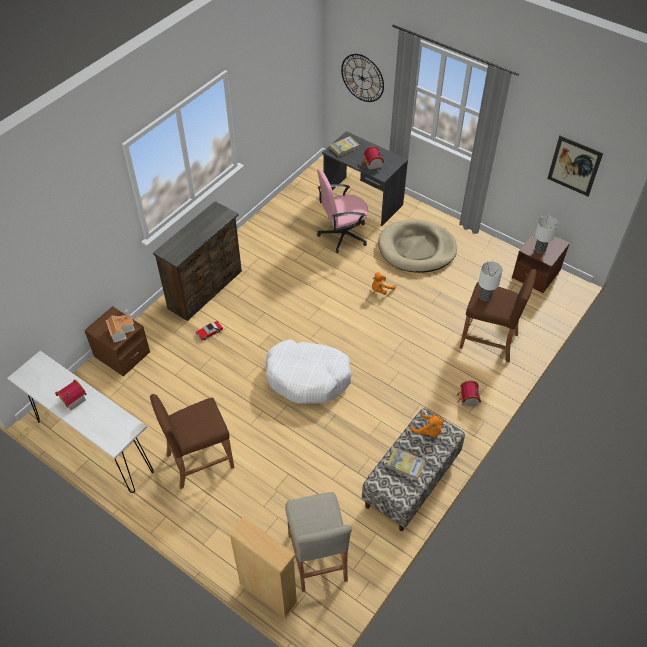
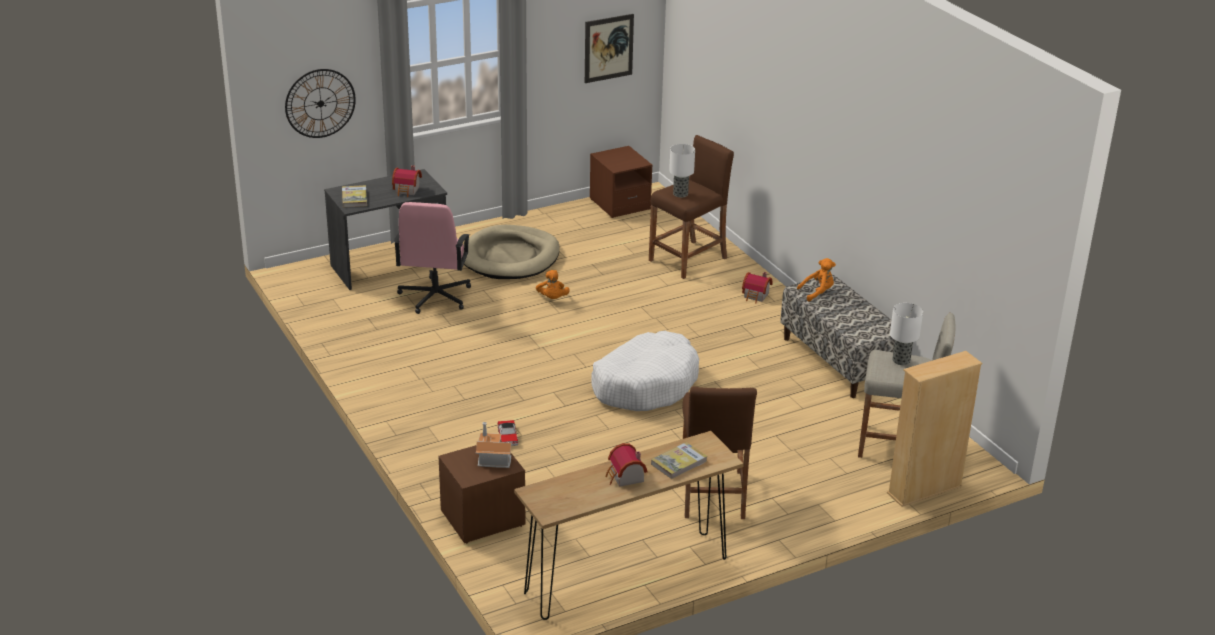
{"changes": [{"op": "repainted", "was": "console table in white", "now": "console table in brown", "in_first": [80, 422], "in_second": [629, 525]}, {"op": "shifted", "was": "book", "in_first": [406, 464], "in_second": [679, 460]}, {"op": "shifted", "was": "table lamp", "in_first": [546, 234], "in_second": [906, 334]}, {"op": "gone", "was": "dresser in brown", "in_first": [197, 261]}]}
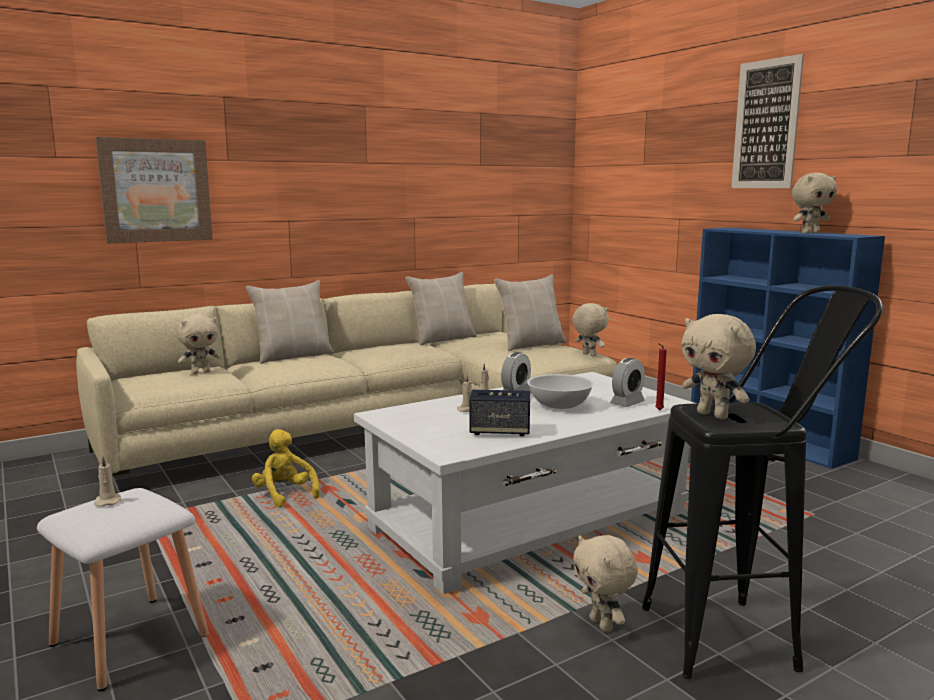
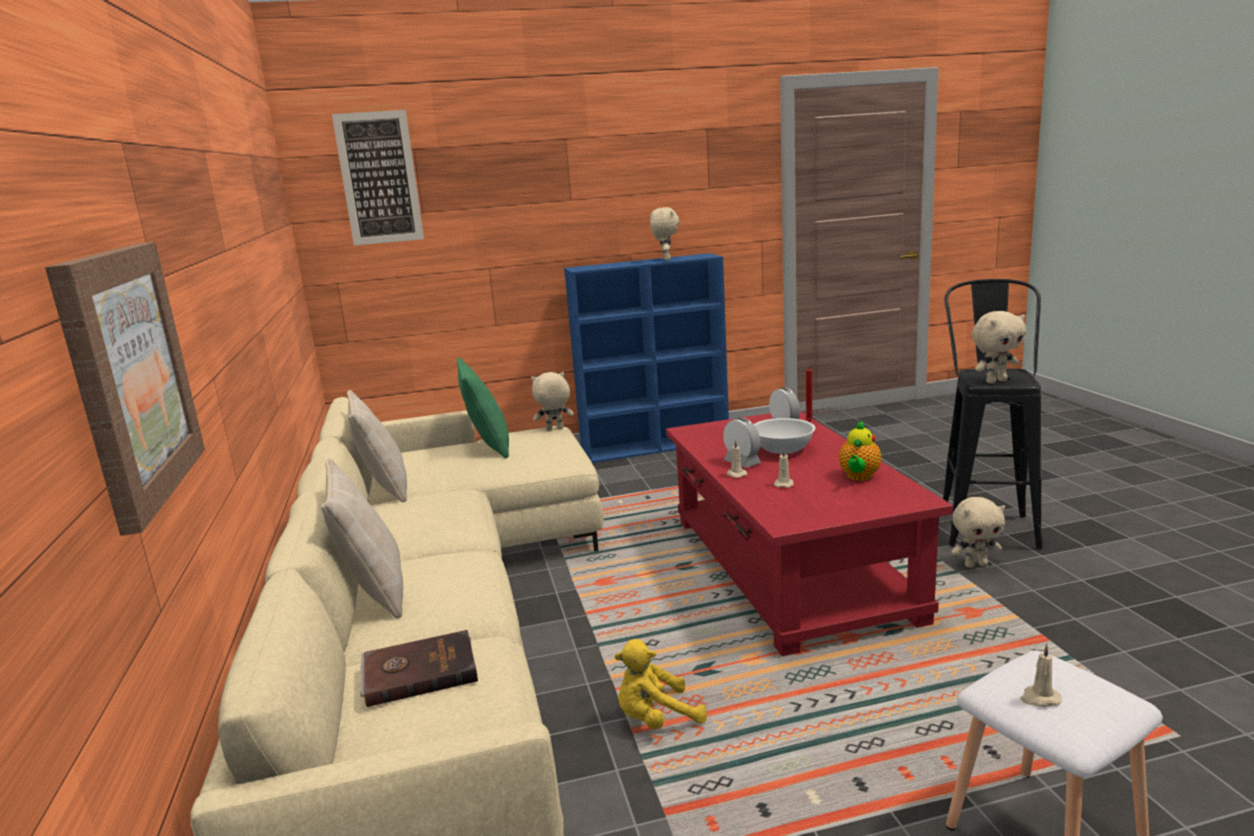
{"changes": [{"op": "shifted", "was": "picture", "in_first": [767, 121], "in_second": [378, 178]}, {"op": "swapped", "was": "plush toy in beige", "now": "book in brown", "in_first": [199, 344], "in_second": [419, 668]}, {"op": "repainted", "was": "pillow in beige", "now": "pillow in green", "in_first": [530, 312], "in_second": [483, 408]}, {"op": "repainted", "was": "coffee table in white", "now": "coffee table in red", "in_first": [525, 483], "in_second": [809, 533]}, {"op": "swapped", "was": "speaker", "now": "teapot", "in_first": [499, 413], "in_second": [860, 451]}]}
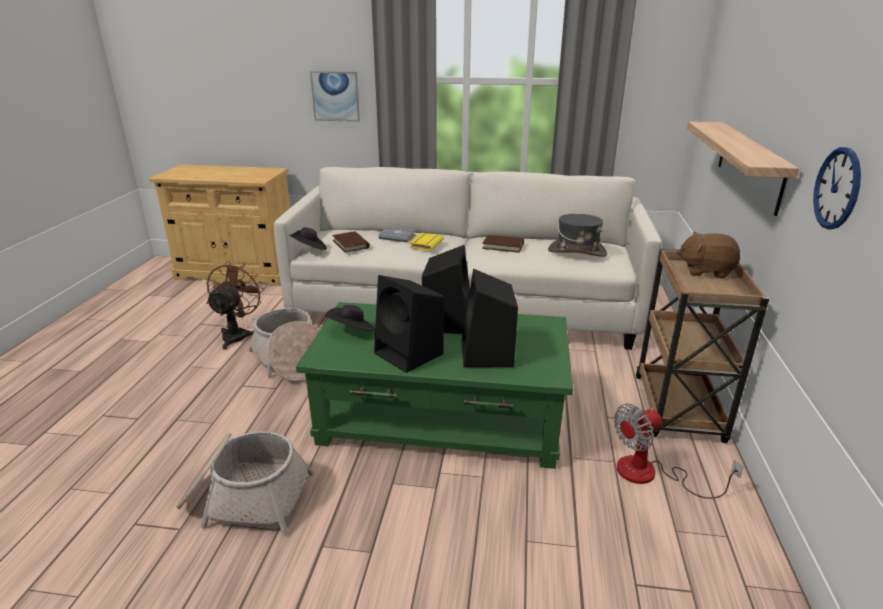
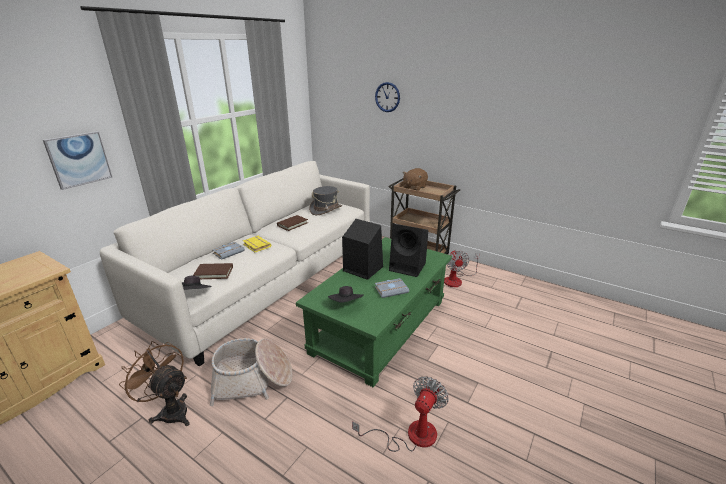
{"changes": [{"op": "swapped", "was": "basket", "now": "fan", "in_first": [245, 483], "in_second": [400, 414]}, {"op": "shifted", "was": "wall clock", "in_first": [837, 188], "in_second": [387, 97]}, {"op": "swapped", "was": "speaker in black", "now": "book in grey", "in_first": [409, 324], "in_second": [392, 288]}, {"op": "gone", "was": "shelf", "in_first": [743, 169]}]}
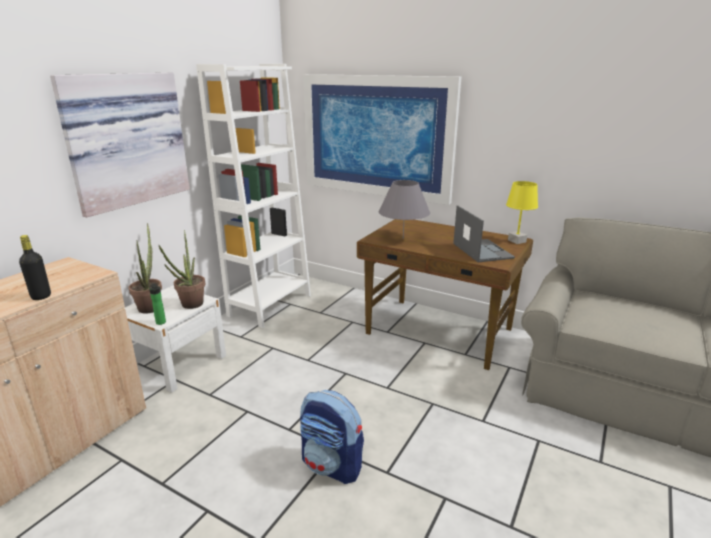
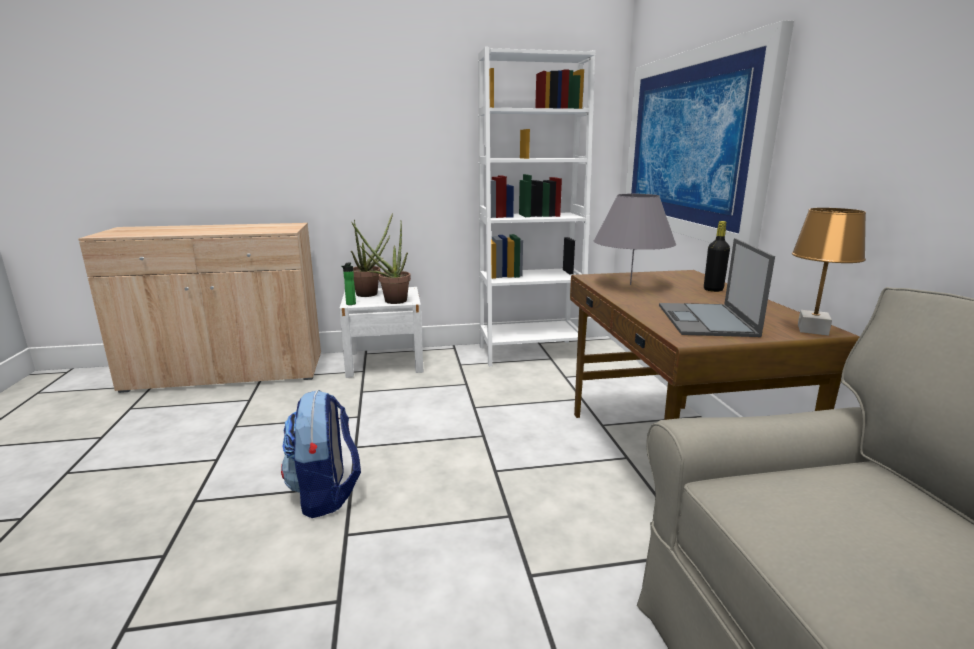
{"changes": [{"op": "rotated", "was": "laptop", "in_first": [484, 233], "in_second": [717, 287], "clockwise": 150}, {"op": "shifted", "was": "bottle in black", "in_first": [35, 267], "in_second": [717, 256]}, {"op": "repainted", "was": "table lamp in yellow", "now": "table lamp in brown", "in_first": [522, 212], "in_second": [829, 272]}, {"op": "gone", "was": "picture", "in_first": [120, 145]}]}
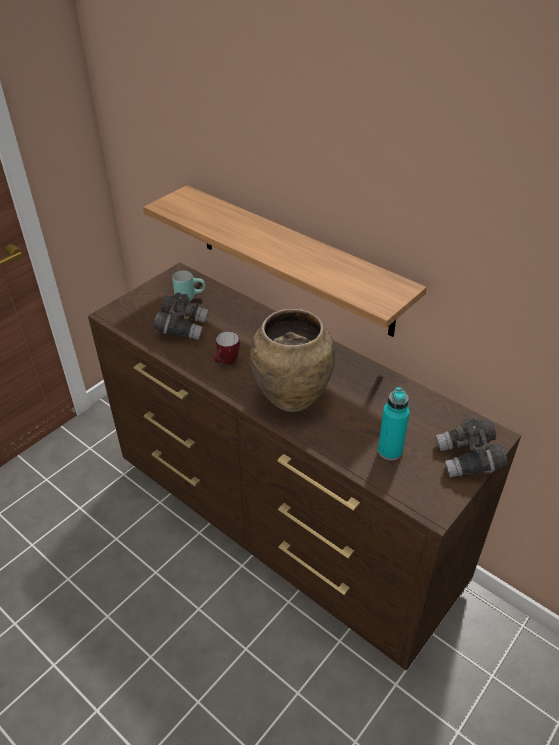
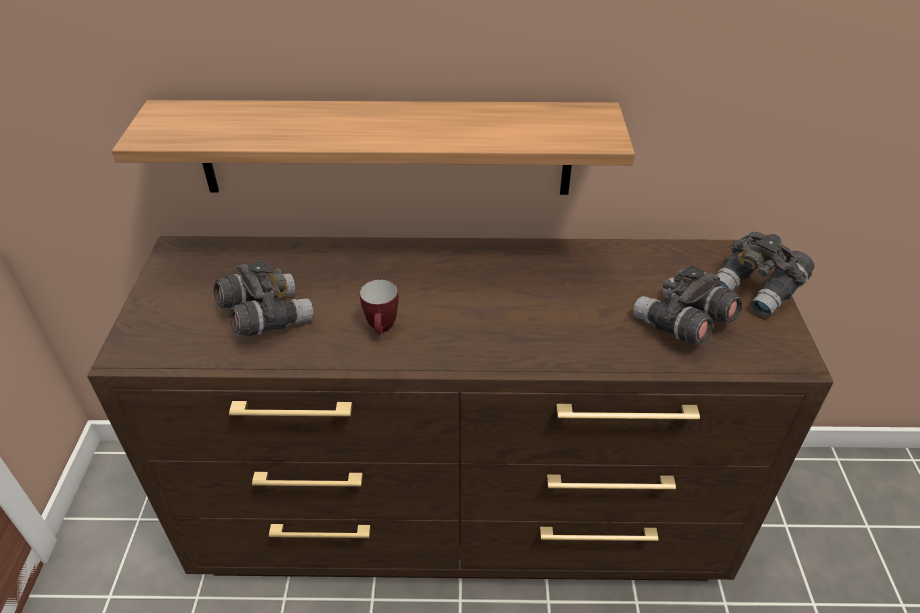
{"changes": [{"op": "swapped", "was": "bottle in turquoise", "now": "binoculars in grey", "in_first": [394, 424], "in_second": [687, 304]}, {"op": "gone", "was": "mug in turquoise", "in_first": [188, 285]}, {"op": "gone", "was": "vase in brown", "in_first": [292, 360]}]}
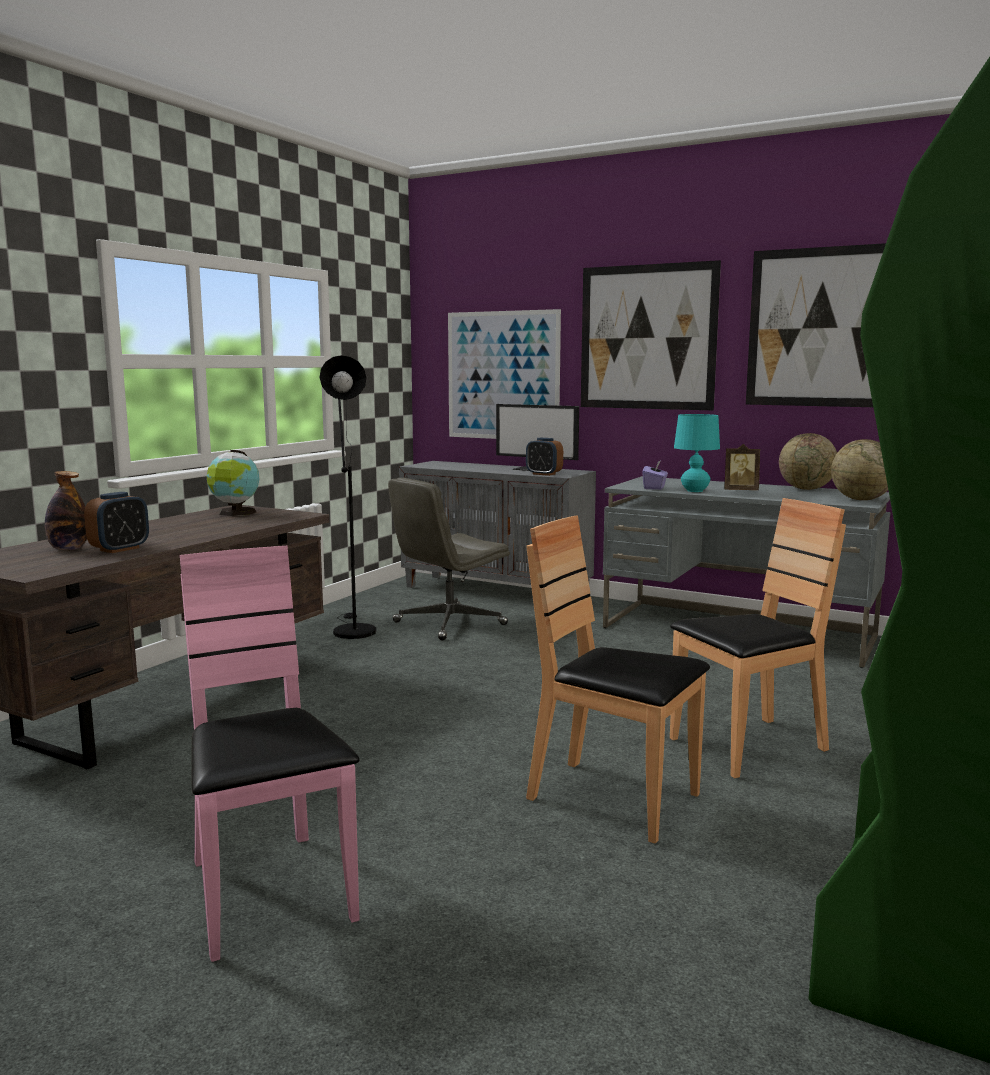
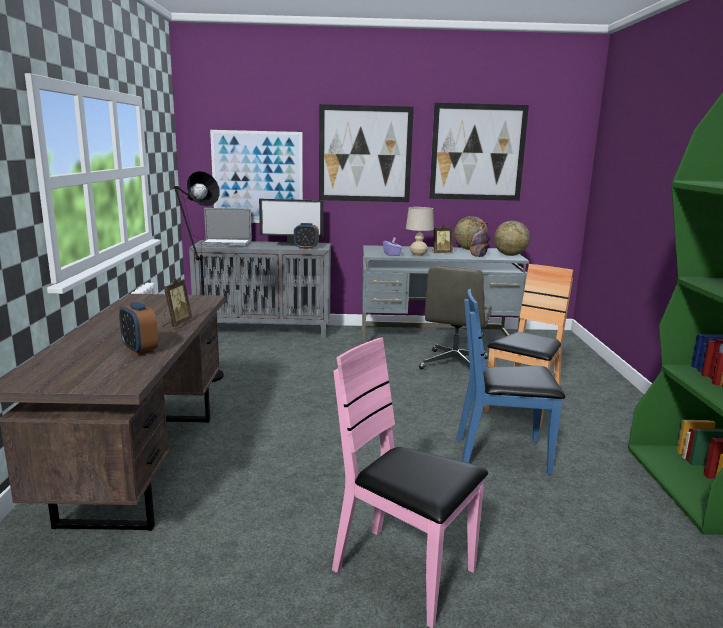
{"changes": [{"op": "rotated", "was": "alarm clock", "in_first": [116, 522], "in_second": [138, 328], "clockwise": 135}, {"op": "new", "now": "picture frame", "in_second": [177, 302]}, {"op": "new", "now": "laptop", "in_second": [225, 227]}, {"op": "repainted", "was": "table lamp in turquoise", "now": "table lamp in beige", "in_first": [697, 453], "in_second": [420, 231]}, {"op": "shifted", "was": "office chair in grey", "in_first": [449, 559], "in_second": [455, 317]}, {"op": "repainted", "was": "chair in brown", "now": "chair in blue", "in_first": [618, 679], "in_second": [510, 382]}, {"op": "shifted", "was": "bottle", "in_first": [66, 510], "in_second": [479, 239]}, {"op": "gone", "was": "globe", "in_first": [233, 483]}]}
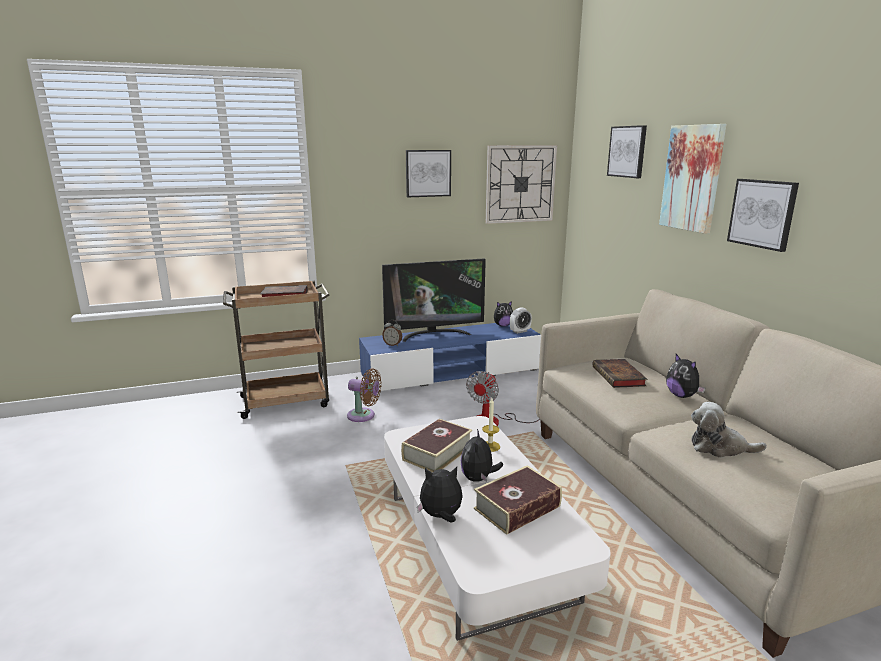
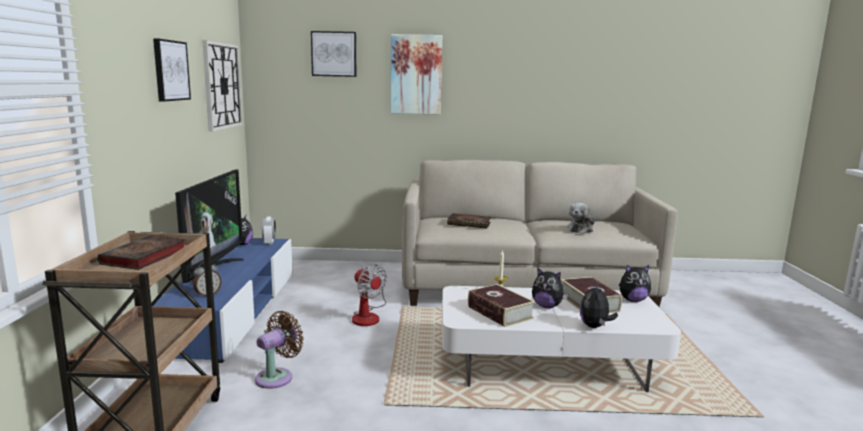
{"changes": [{"op": "shifted", "was": "plush toy", "in_first": [685, 376], "in_second": [635, 283]}, {"op": "gone", "was": "picture", "in_first": [763, 215]}]}
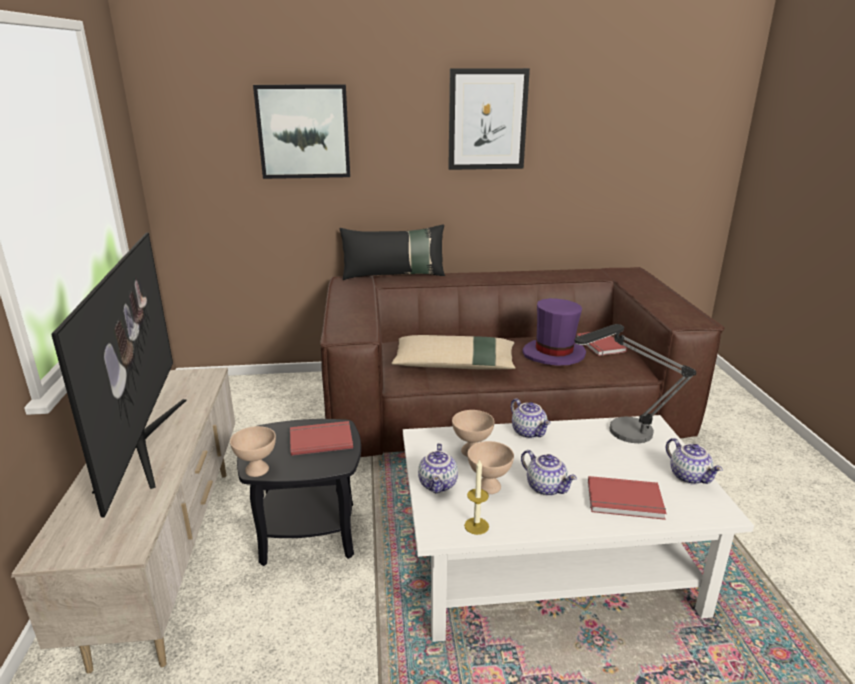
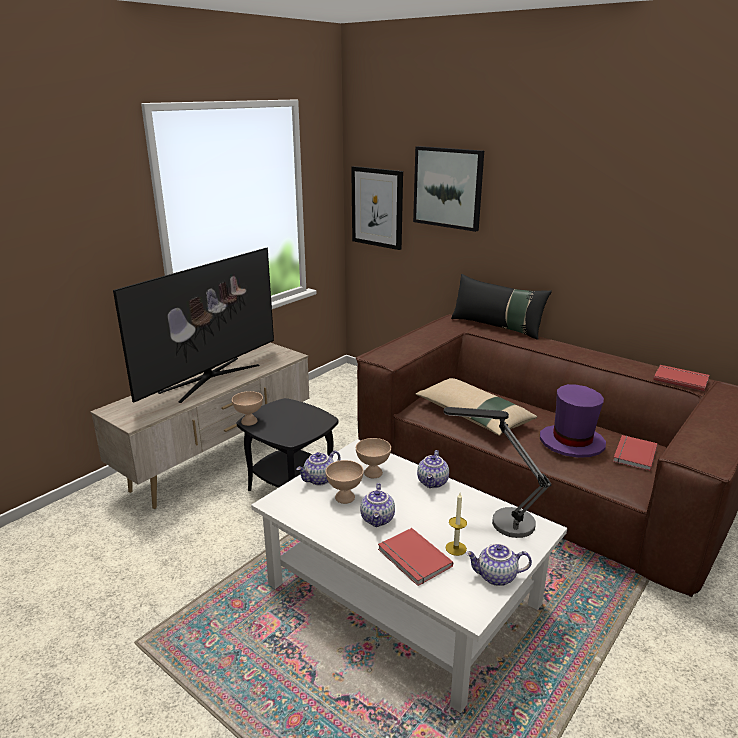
{"changes": [{"op": "shifted", "was": "picture", "in_first": [489, 119], "in_second": [377, 208]}, {"op": "shifted", "was": "candle", "in_first": [476, 497], "in_second": [456, 524]}, {"op": "rotated", "was": "teapot", "in_first": [694, 461], "in_second": [498, 564], "clockwise": 75}, {"op": "shifted", "was": "book in red", "in_first": [321, 438], "in_second": [681, 378]}]}
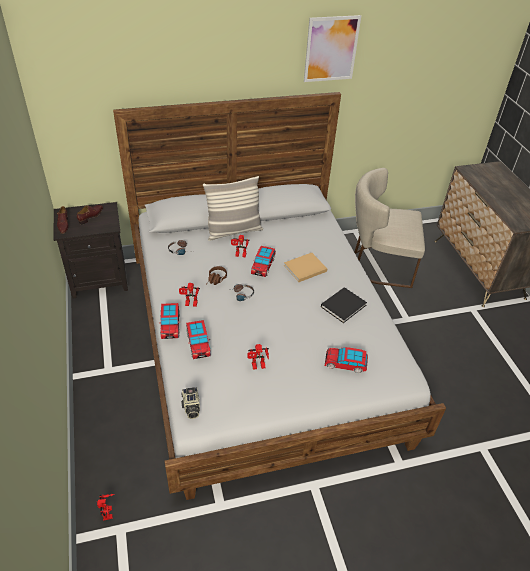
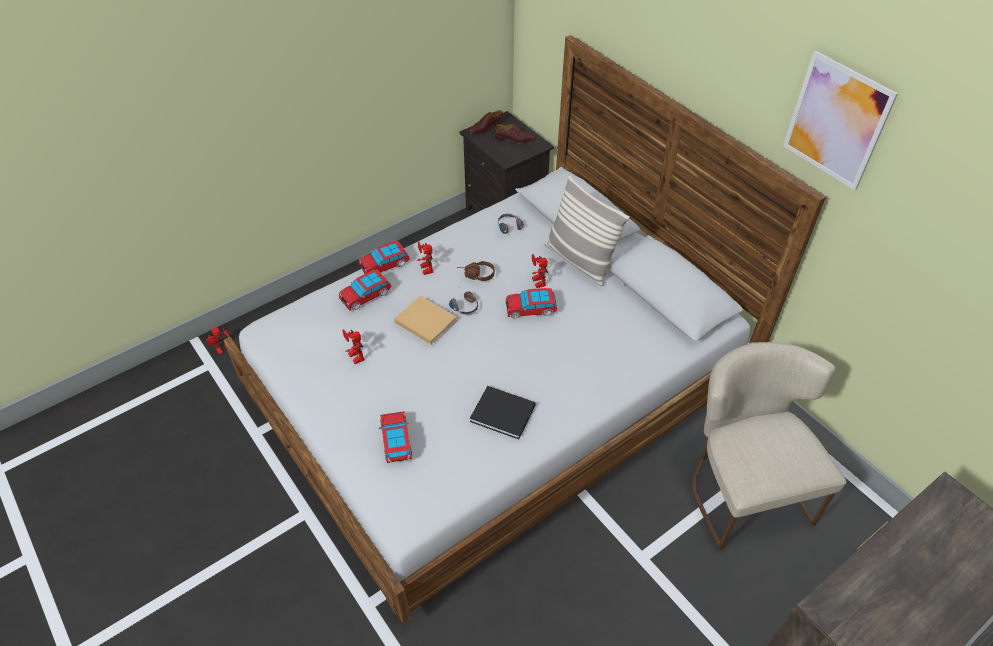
{"changes": [{"op": "shifted", "was": "book in beige", "in_first": [306, 267], "in_second": [425, 320]}, {"op": "gone", "was": "photo camera", "in_first": [190, 403]}]}
